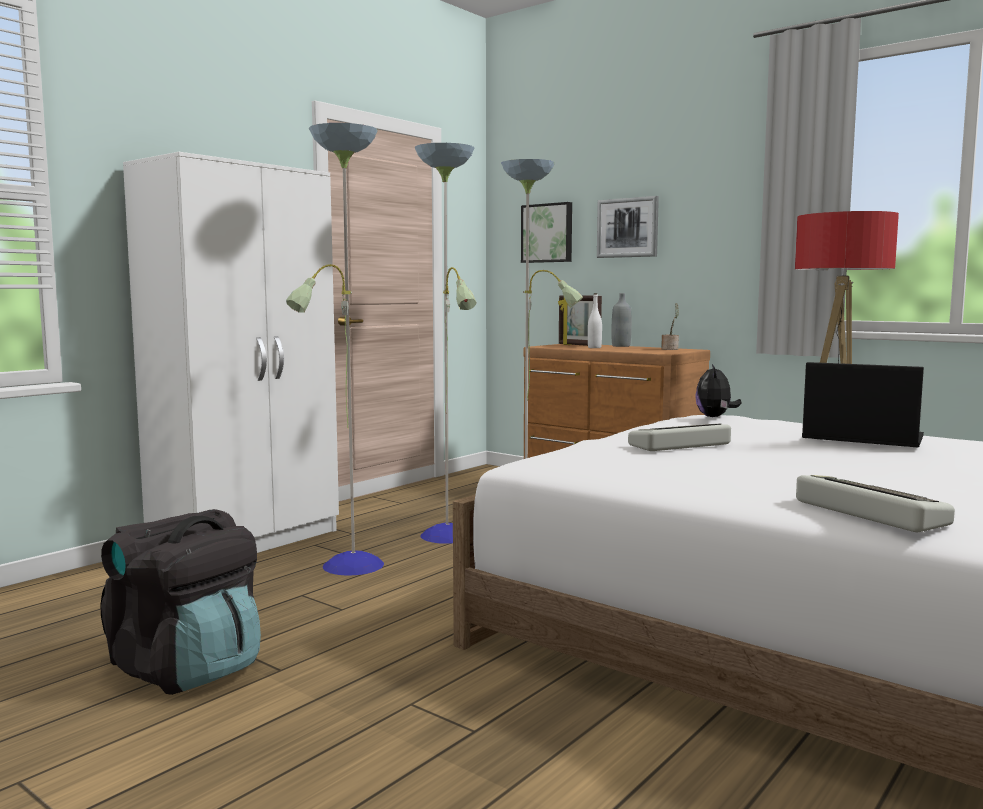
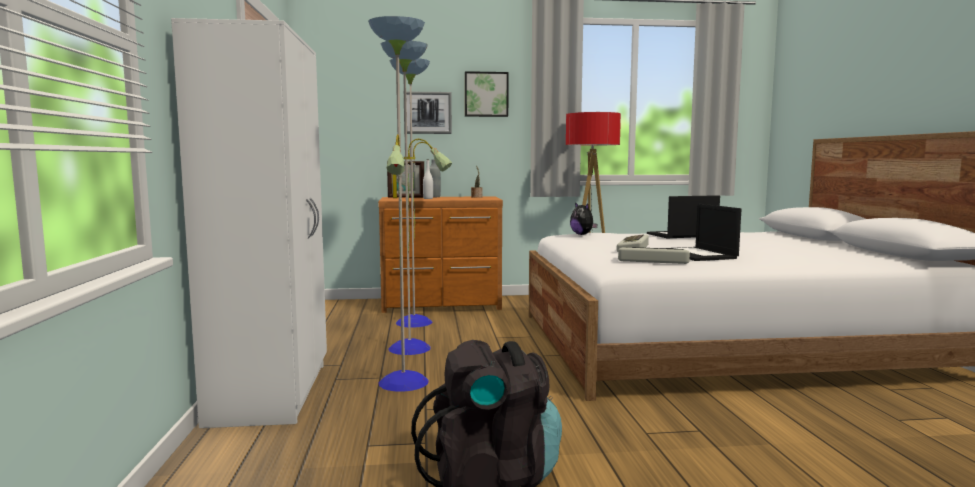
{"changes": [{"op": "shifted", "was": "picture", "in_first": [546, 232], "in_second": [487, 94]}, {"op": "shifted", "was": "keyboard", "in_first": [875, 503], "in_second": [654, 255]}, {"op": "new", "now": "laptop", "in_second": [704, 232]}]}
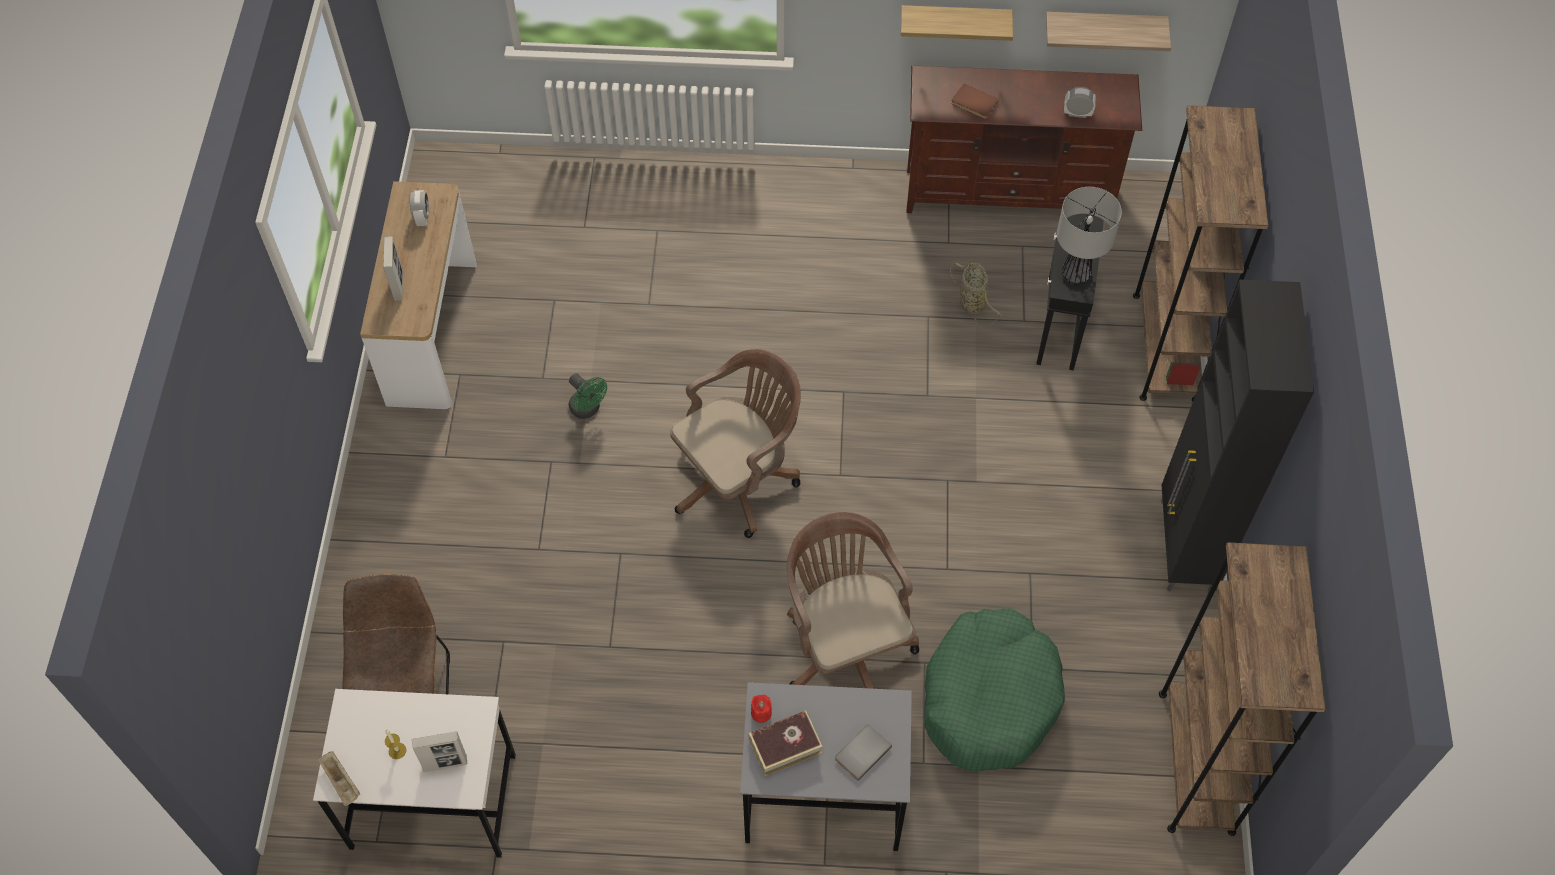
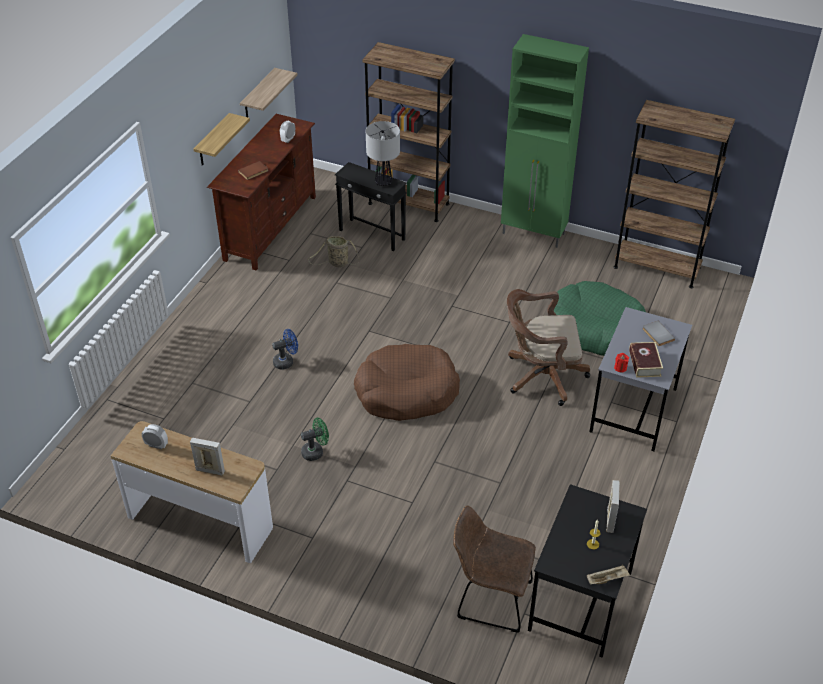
{"changes": [{"op": "new", "now": "fan in blue", "in_second": [285, 349]}, {"op": "swapped", "was": "office chair in brown", "now": "dog bed in brown", "in_first": [735, 443], "in_second": [407, 382]}, {"op": "repainted", "was": "cabinet in black", "now": "cabinet in green", "in_first": [1237, 436], "in_second": [545, 141]}, {"op": "repainted", "was": "desk in white", "now": "desk in black", "in_first": [414, 773], "in_second": [587, 571]}]}
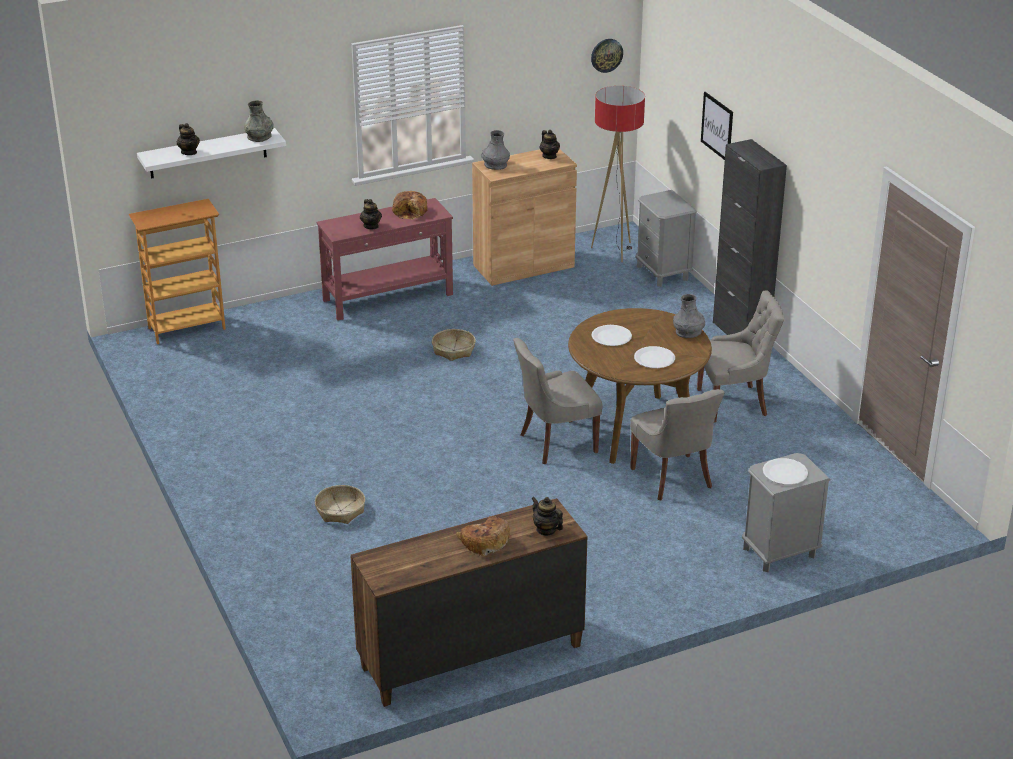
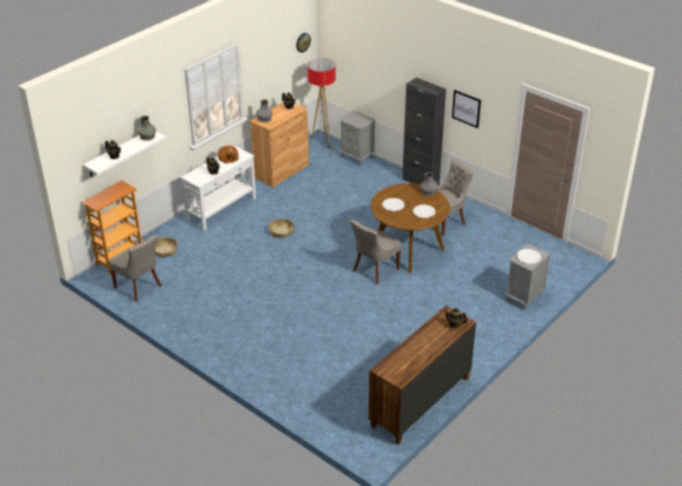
{"changes": [{"op": "shifted", "was": "chair in grey", "in_first": [677, 444], "in_second": [135, 268]}, {"op": "shifted", "was": "basket", "in_first": [340, 504], "in_second": [166, 247]}, {"op": "repainted", "was": "console table in red", "now": "console table in white", "in_first": [385, 259], "in_second": [218, 188]}, {"op": "shifted", "was": "picture", "in_first": [717, 126], "in_second": [466, 109]}, {"op": "gone", "was": "bread", "in_first": [483, 536]}]}
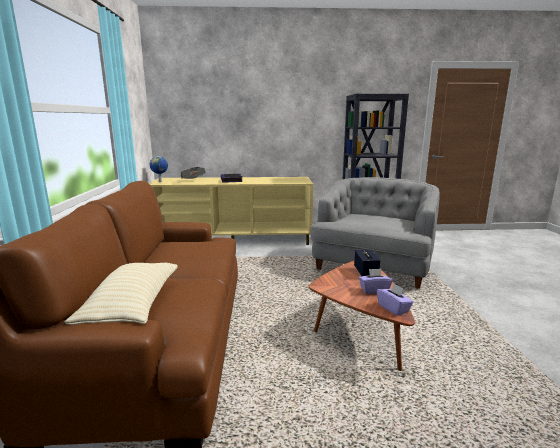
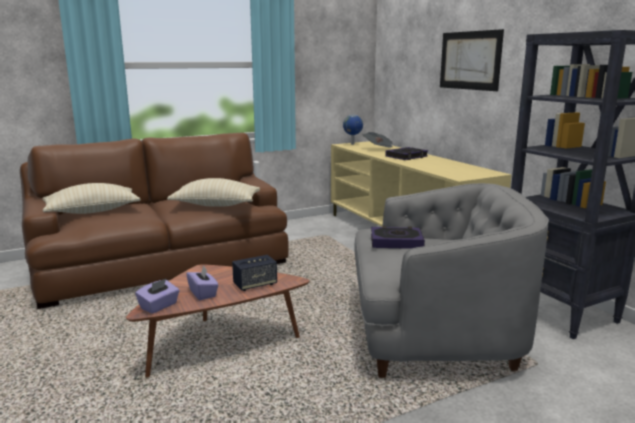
{"changes": [{"op": "new", "now": "pillow in beige", "in_second": [213, 192]}, {"op": "new", "now": "book", "in_second": [398, 237]}, {"op": "new", "now": "picture", "in_second": [472, 60]}]}
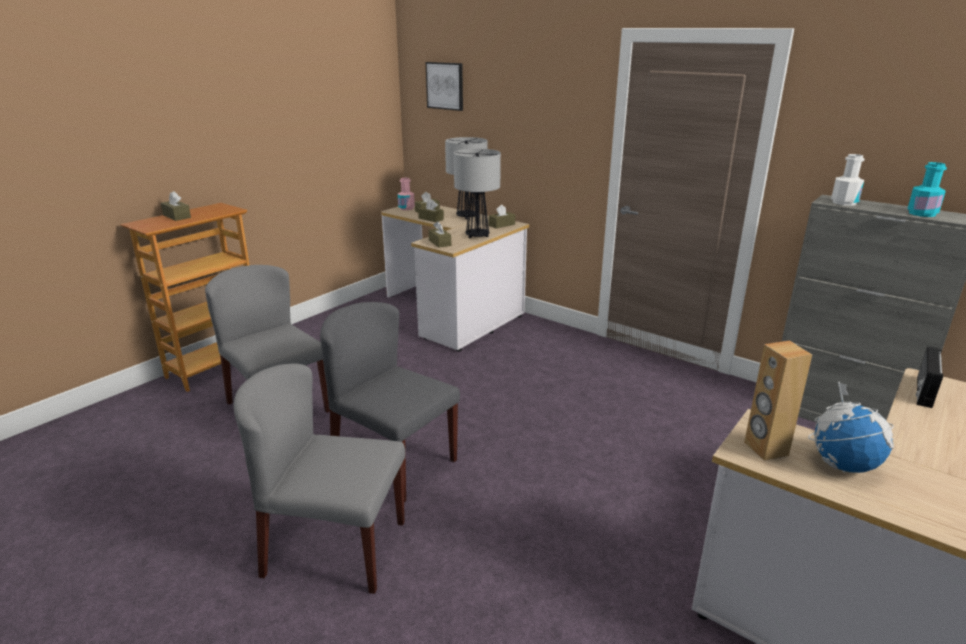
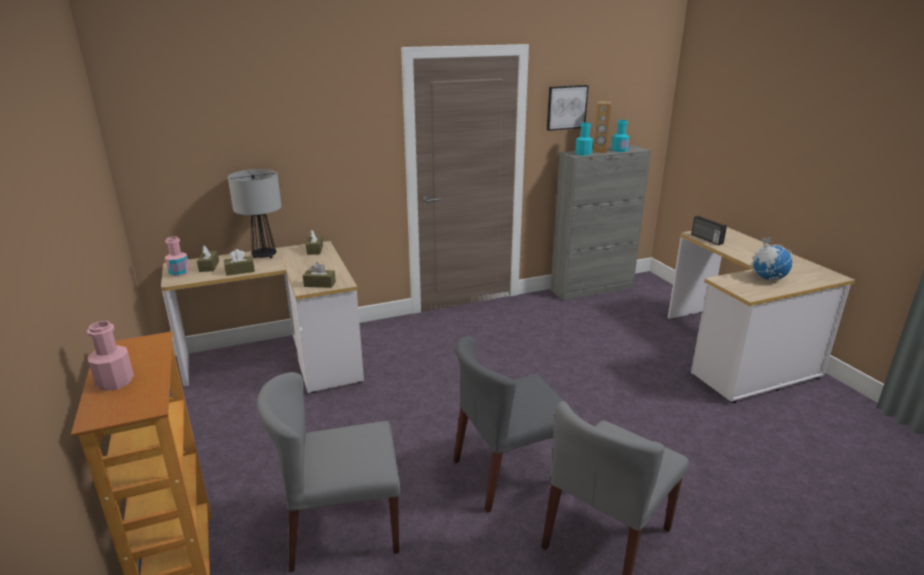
{"changes": [{"op": "swapped", "was": "tissue box in brown", "now": "bottle in pink", "in_first": [176, 206], "in_second": [110, 356]}, {"op": "shifted", "was": "picture", "in_first": [444, 86], "in_second": [568, 108]}, {"op": "repainted", "was": "bottle in white", "now": "bottle in turquoise", "in_first": [848, 180], "in_second": [584, 139]}, {"op": "shifted", "was": "speaker in brown", "in_first": [778, 401], "in_second": [602, 127]}, {"op": "gone", "was": "table lamp", "in_first": [477, 193]}]}
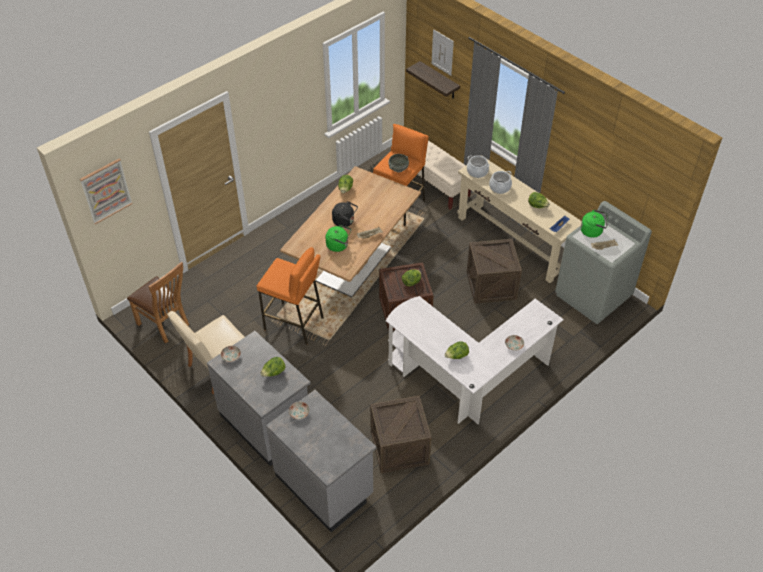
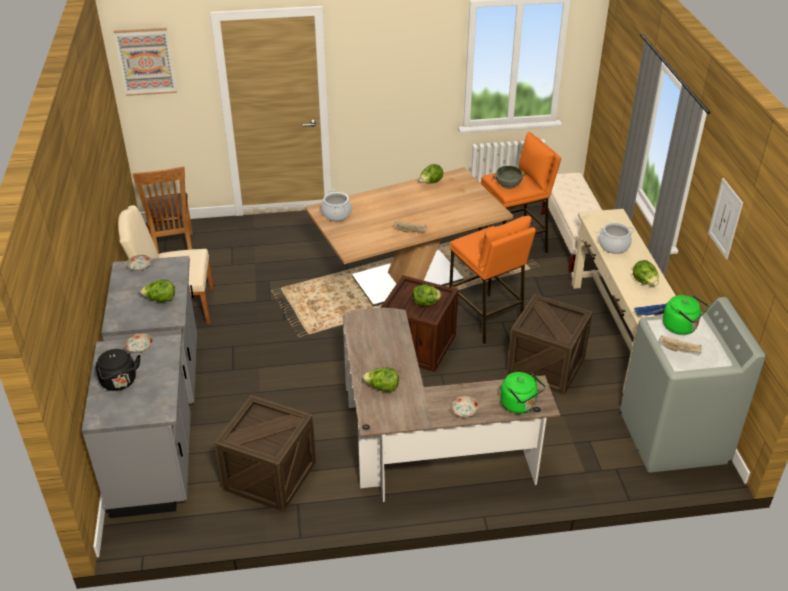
{"changes": [{"op": "shifted", "was": "kettle in black", "in_first": [345, 214], "in_second": [118, 370]}, {"op": "shifted", "was": "cooking pot", "in_first": [478, 166], "in_second": [336, 205]}, {"op": "repainted", "was": "desk in white", "now": "desk in brown", "in_first": [475, 360], "in_second": [451, 405]}, {"op": "shifted", "was": "stool in orange", "in_first": [290, 295], "in_second": [492, 280]}, {"op": "shifted", "was": "kettle in green", "in_first": [338, 238], "in_second": [523, 393]}, {"op": "shifted", "was": "picture", "in_first": [443, 53], "in_second": [725, 218]}, {"op": "gone", "was": "shelf", "in_first": [433, 80]}]}
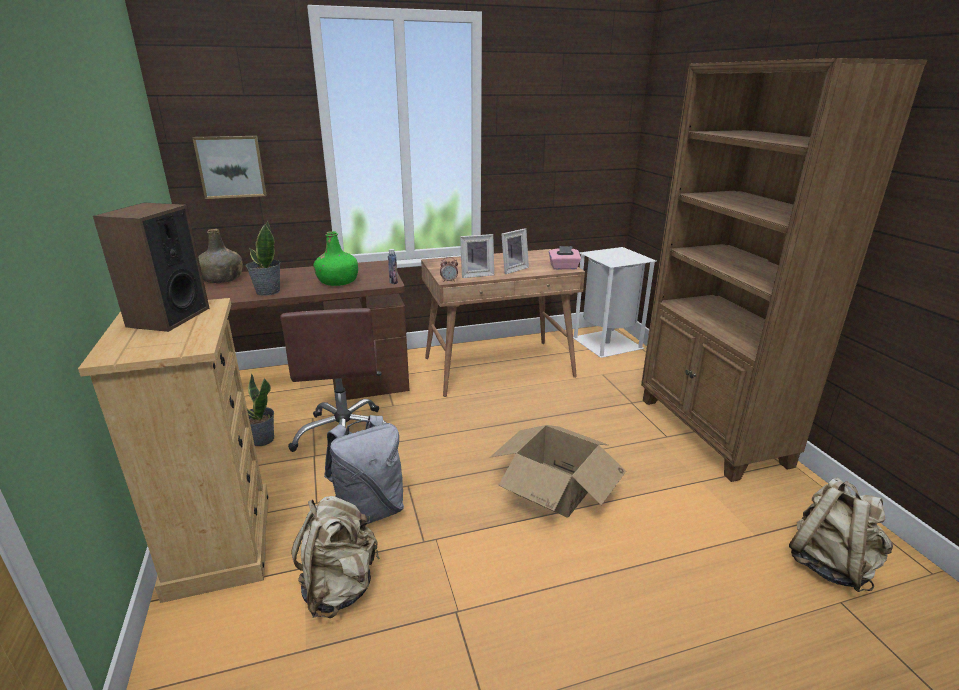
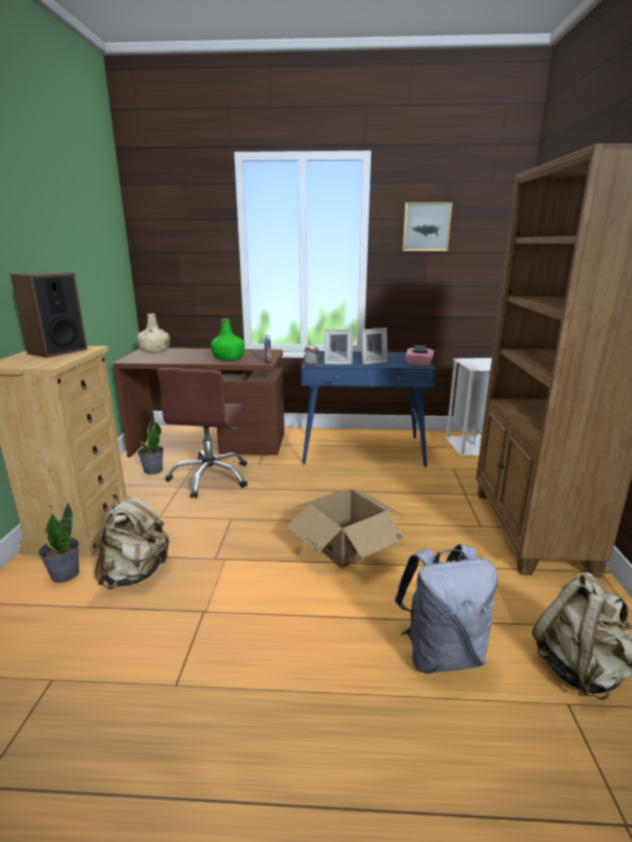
{"changes": [{"op": "shifted", "was": "potted plant", "in_first": [263, 258], "in_second": [59, 542]}, {"op": "repainted", "was": "bottle in green", "now": "bottle in beige", "in_first": [220, 256], "in_second": [153, 333]}, {"op": "repainted", "was": "desk in brown", "now": "desk in blue", "in_first": [503, 323], "in_second": [368, 409]}, {"op": "shifted", "was": "backpack in grey", "in_first": [364, 469], "in_second": [446, 609]}, {"op": "shifted", "was": "picture", "in_first": [229, 167], "in_second": [427, 226]}]}
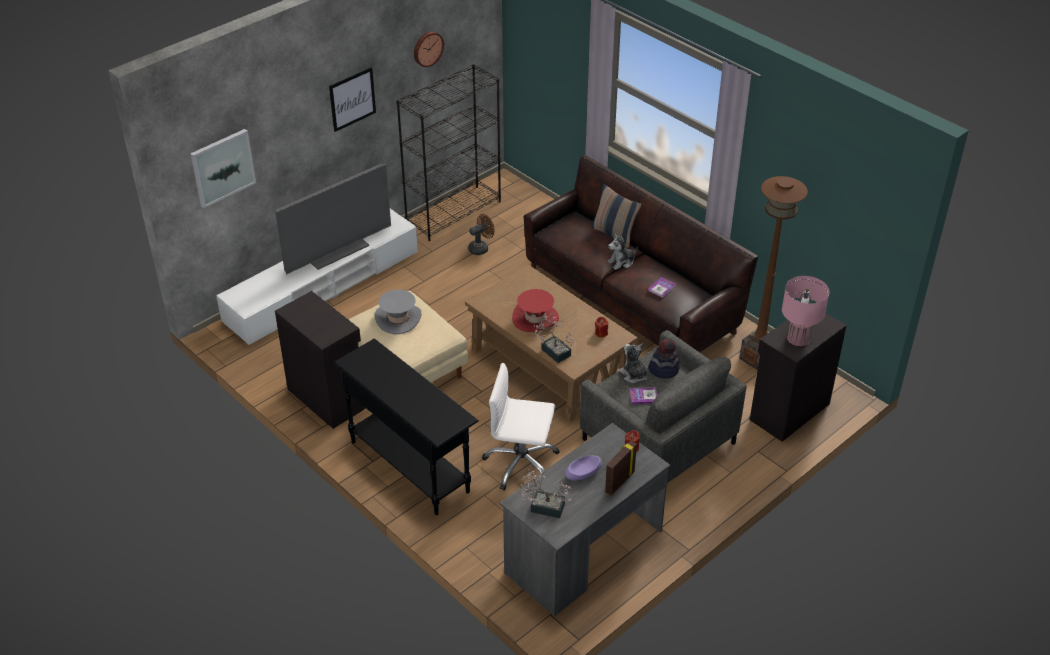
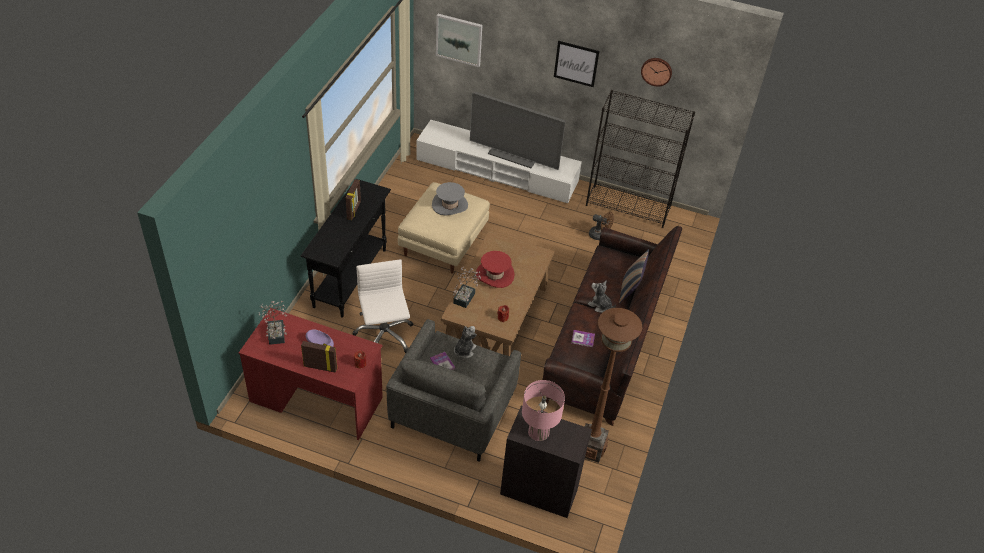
{"changes": [{"op": "repainted", "was": "desk in grey", "now": "desk in red", "in_first": [585, 519], "in_second": [311, 374]}, {"op": "new", "now": "picture frame", "in_second": [353, 199]}, {"op": "gone", "was": "cabinet in black", "in_first": [320, 360]}, {"op": "gone", "was": "hat", "in_first": [664, 358]}]}
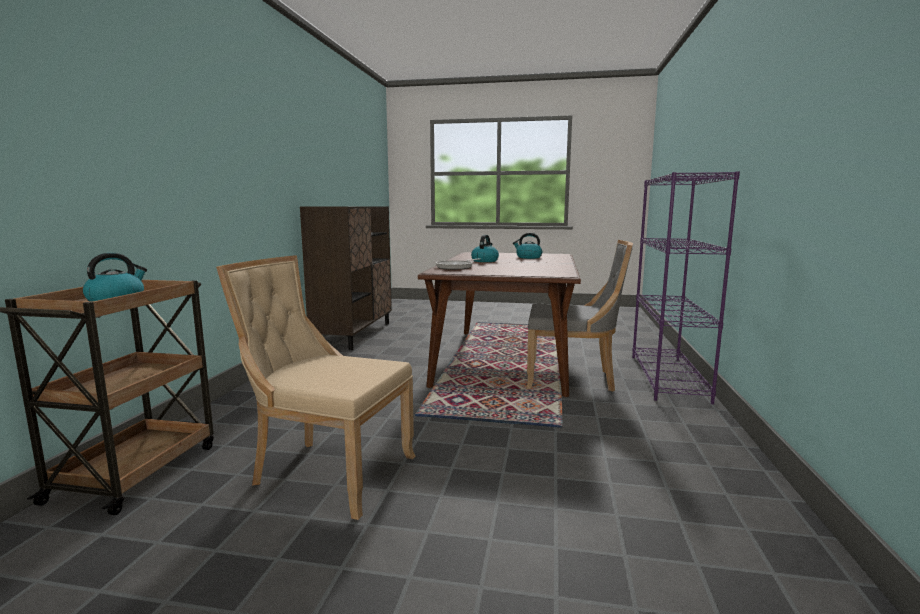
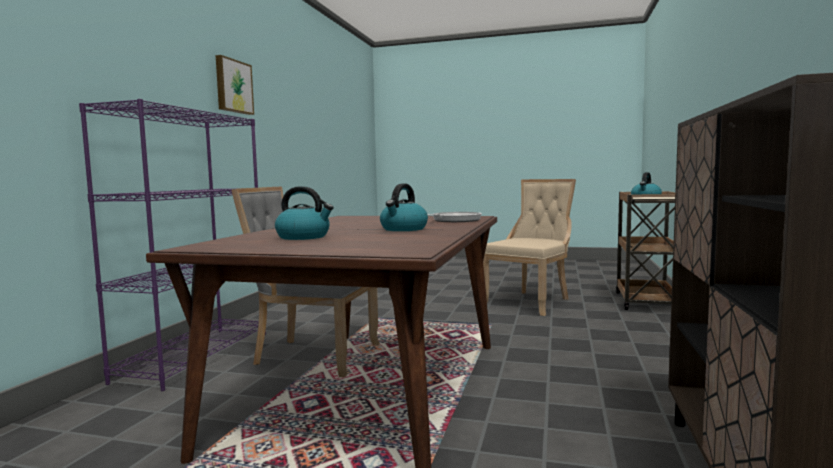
{"changes": [{"op": "new", "now": "picture", "in_second": [235, 85]}, {"op": "rotated", "was": "chair in beige", "in_first": [315, 387], "in_second": [529, 247], "clockwise": -75}]}
